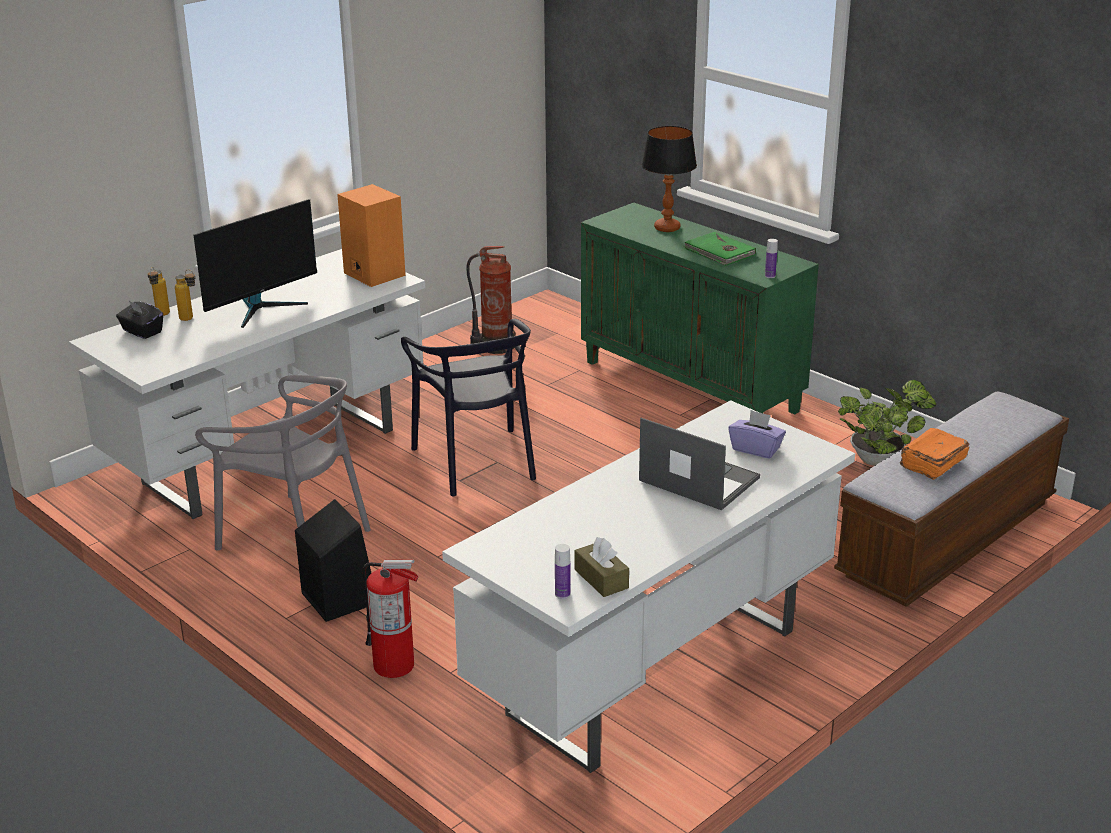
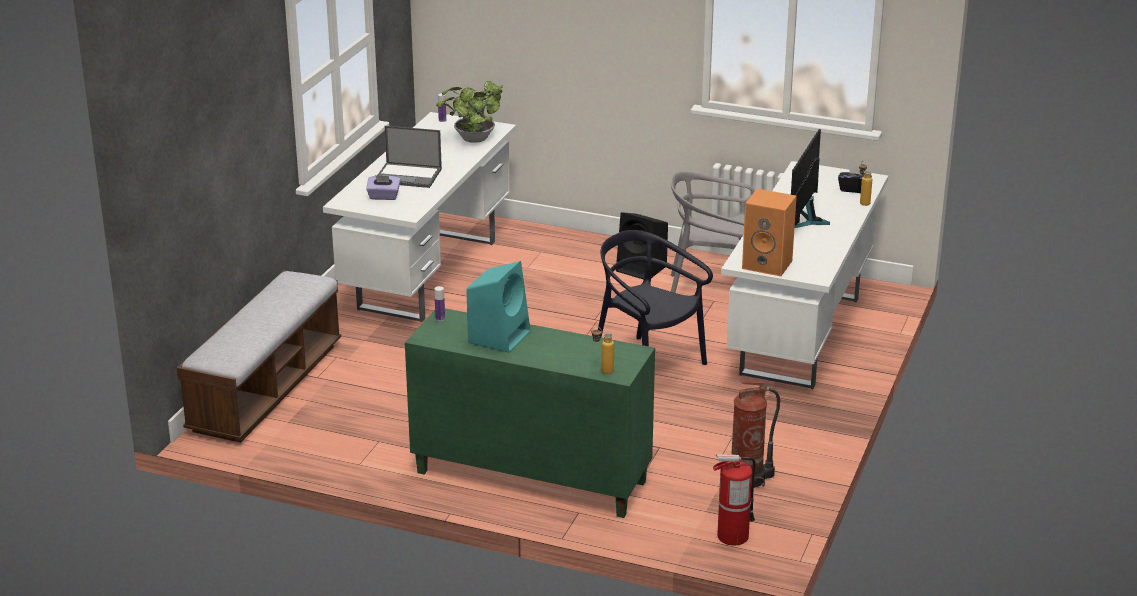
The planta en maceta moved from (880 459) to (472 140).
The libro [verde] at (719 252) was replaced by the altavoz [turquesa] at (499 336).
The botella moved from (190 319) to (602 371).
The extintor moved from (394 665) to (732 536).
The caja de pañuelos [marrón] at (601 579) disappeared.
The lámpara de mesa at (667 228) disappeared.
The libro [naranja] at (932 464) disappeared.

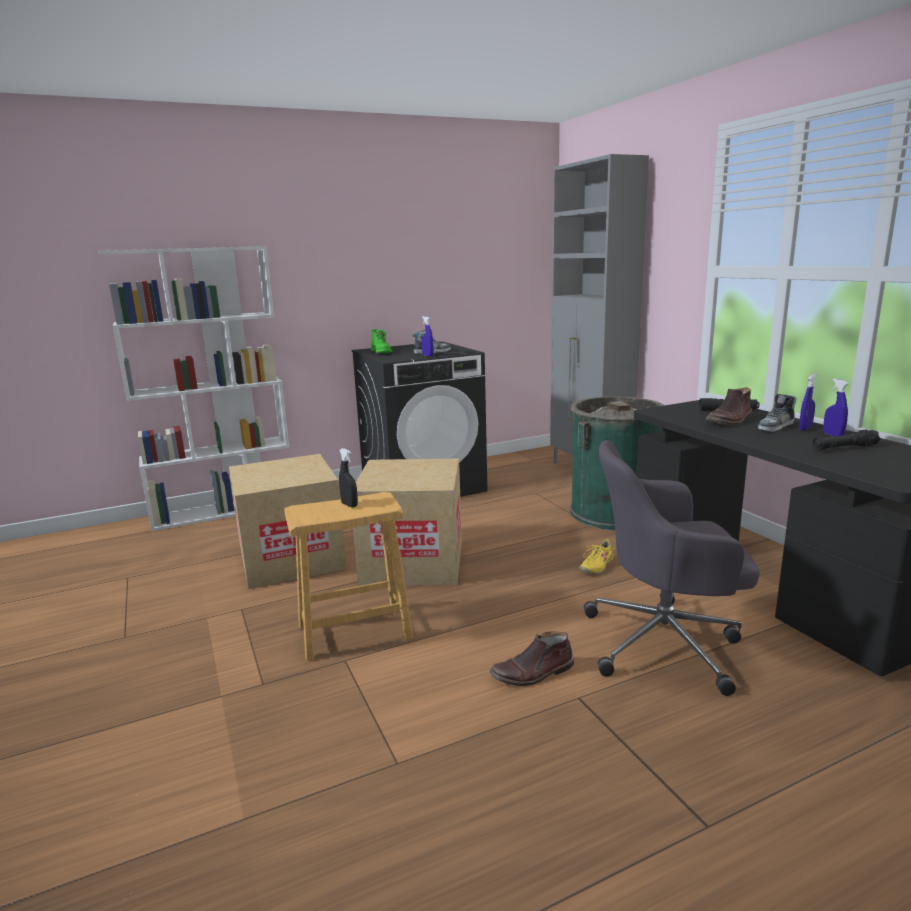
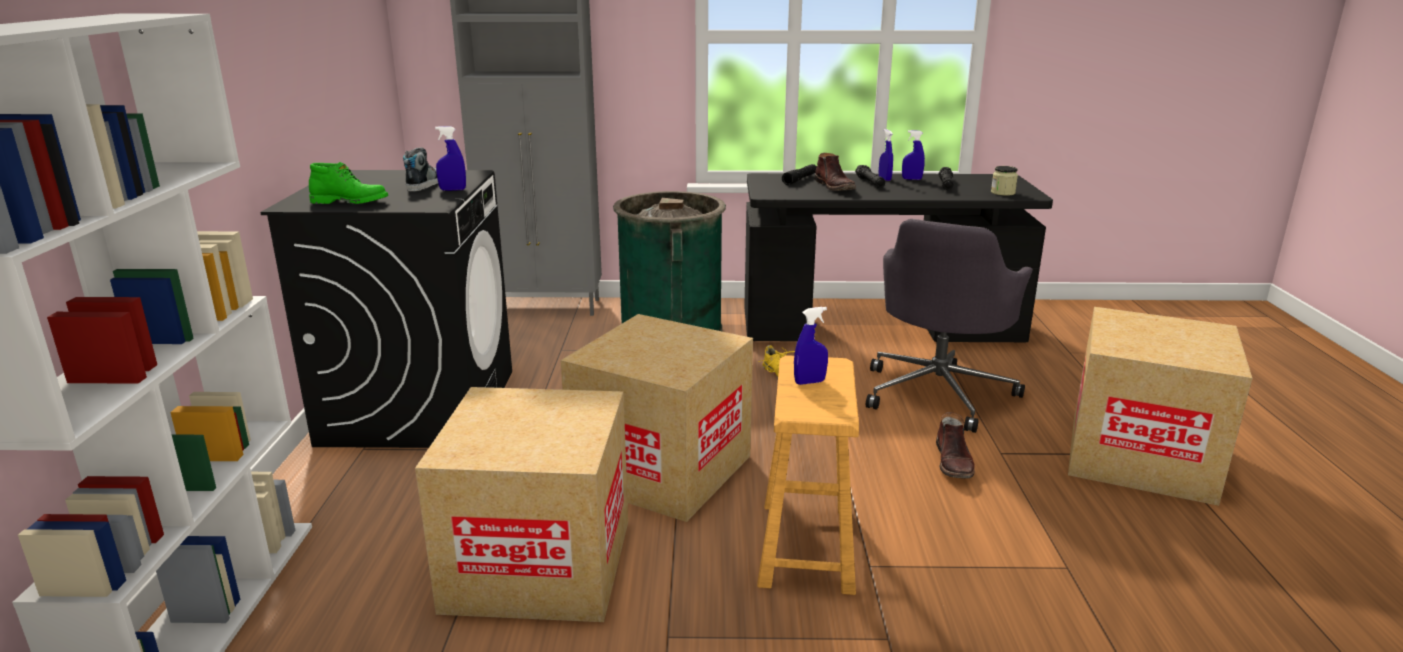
The pulverizador [negro] at (349 505) became the pulverizador [azul] at (809 382).
The zapato at (776 426) was replaced by the linterna [negro] at (870 182).
The tarro at (1003 193) appeared.
The caja de cartón at (1140 457) appeared.

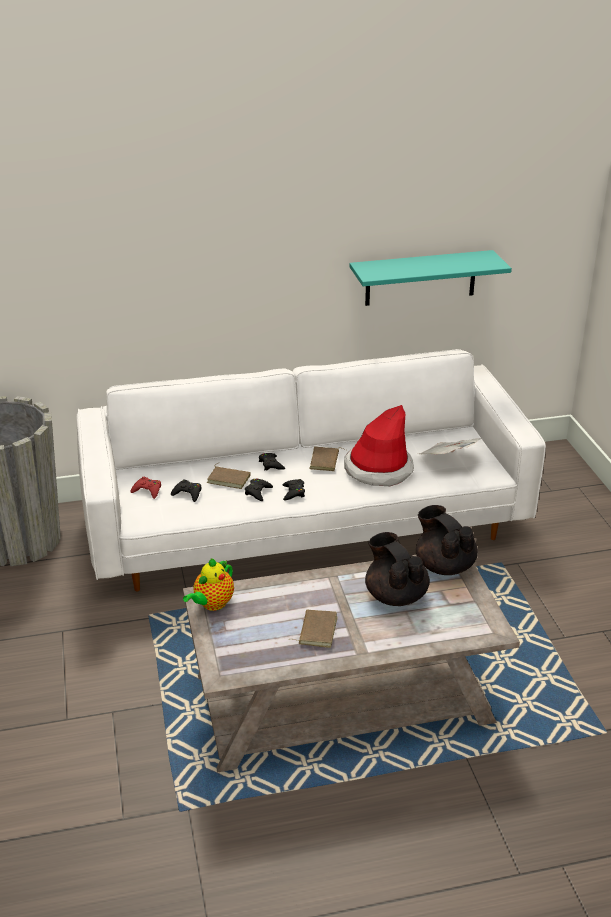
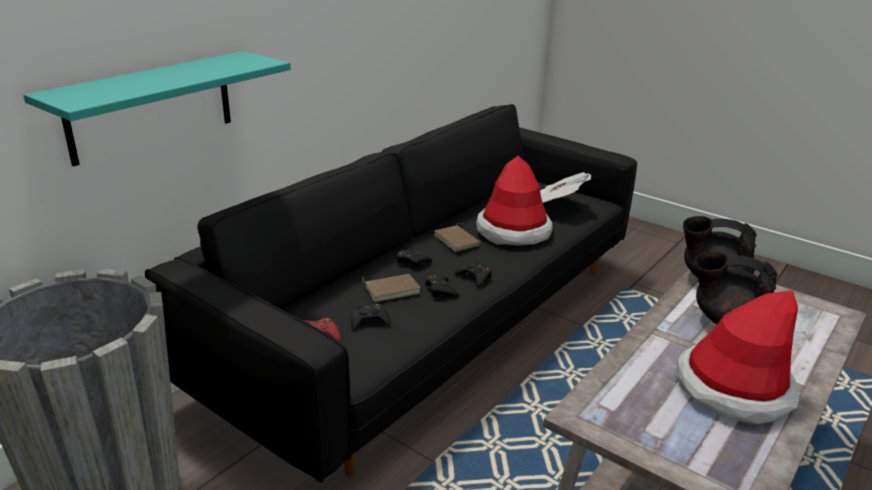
The estante [turquesa] moved from (420 278) to (151 106).
The sofá [blanco] at (305 523) became the sofá [negro] at (433 323).
The libro [marrón] at (316 630) was replaced by the sombrero at (733 389).
The tetera at (212 604) disappeared.

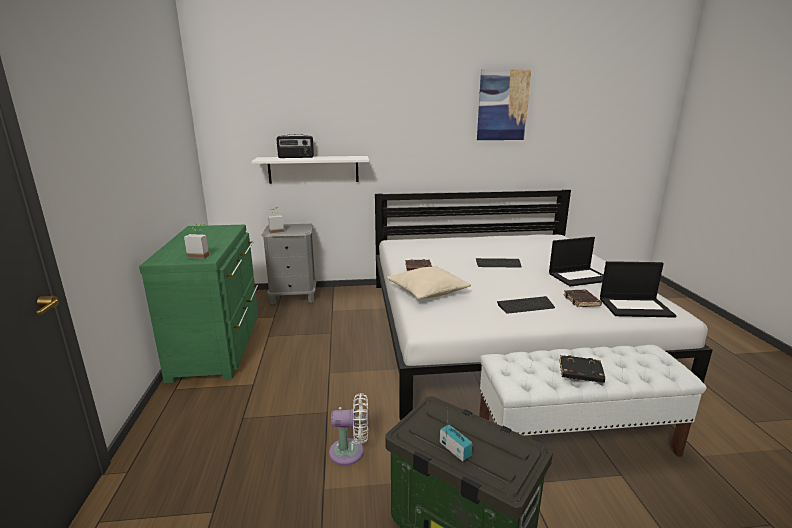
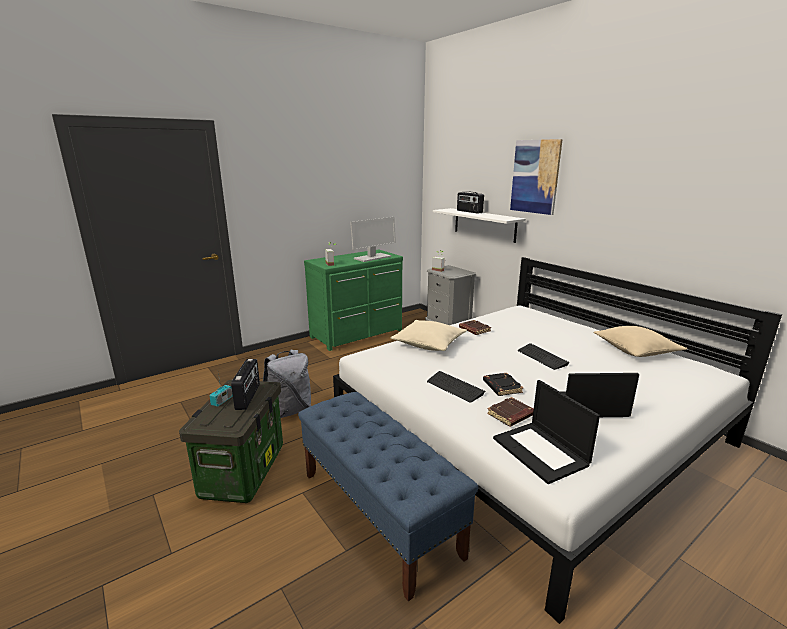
The radio at (248 396) appeared.
The ventilador [blanco] at (350 452) was replaced by the mochila [gris] at (290 410).
The banco [blanco] at (576 439) became the banco [azul] at (378 513).
The monitor at (372 258) appeared.
The libro [negro] moved from (580 372) to (501 387).
The cuadro moved from (503 105) to (535 176).
The portátil at (580 277) turned 135 degrees clockwise.
The cojín [beis] at (636 350) appeared.

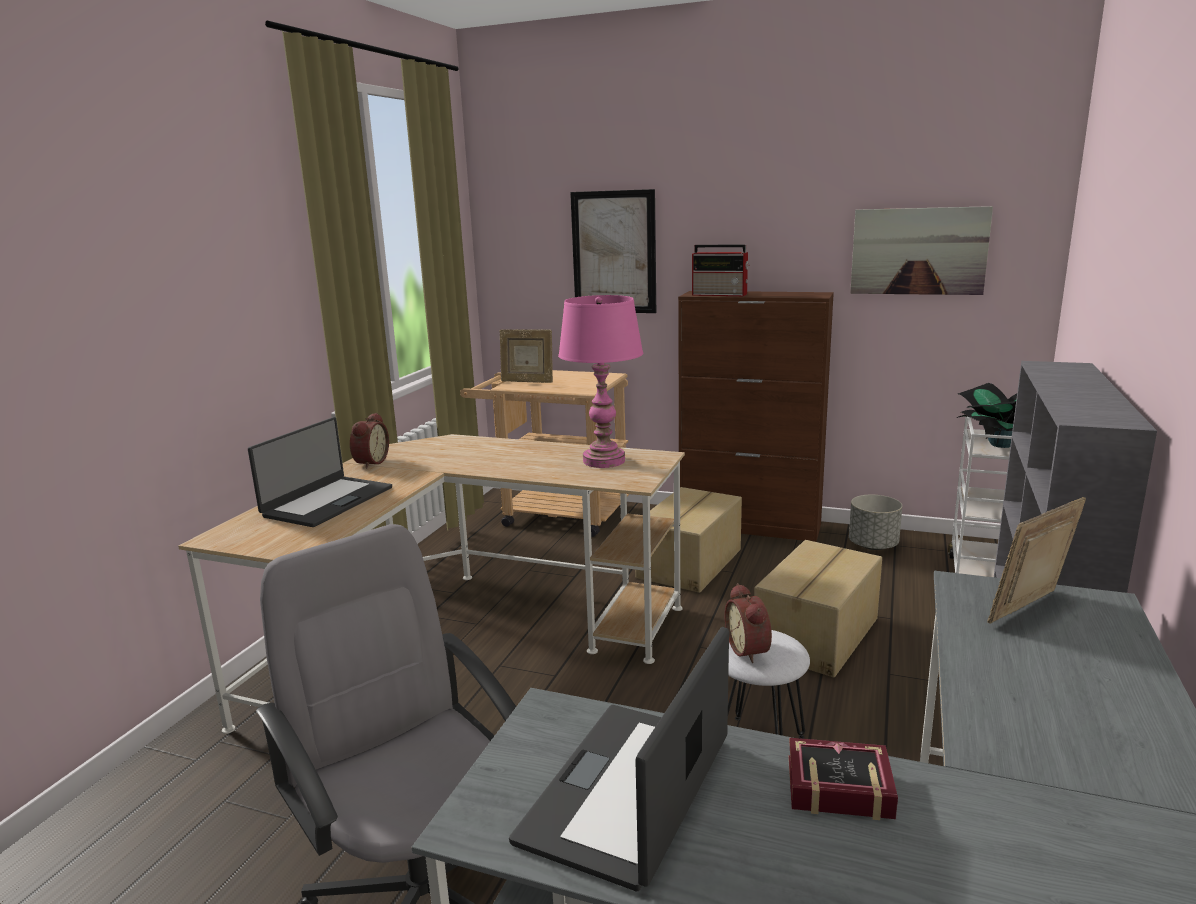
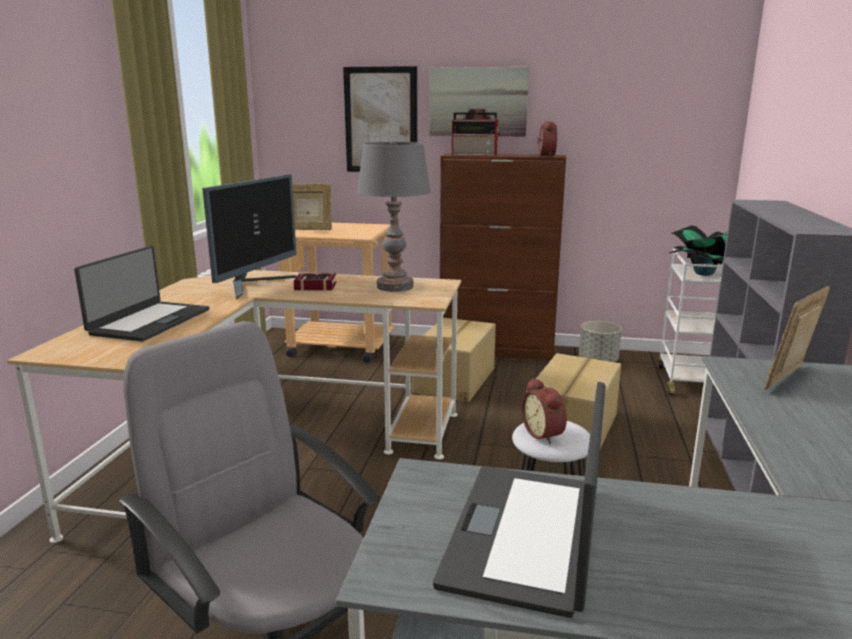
The monitor at (255 285) appeared.
The libro moved from (834 785) to (314 286).
The lámpara de mesa [rosa] at (604 461) became the lámpara de mesa [gris] at (395 286).
The cuadro moved from (918 251) to (478 102).
The despertador moved from (369 462) to (545 155).

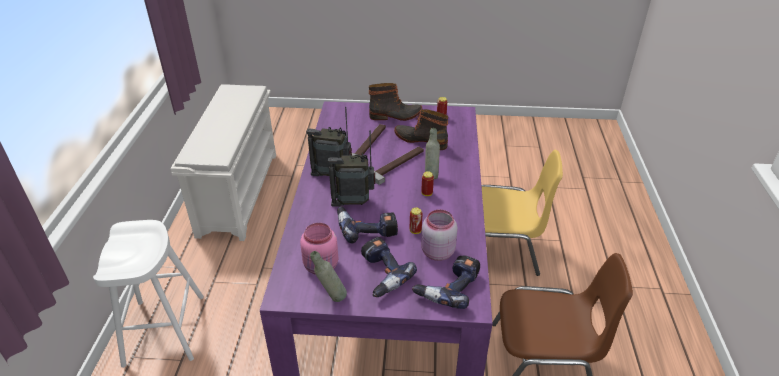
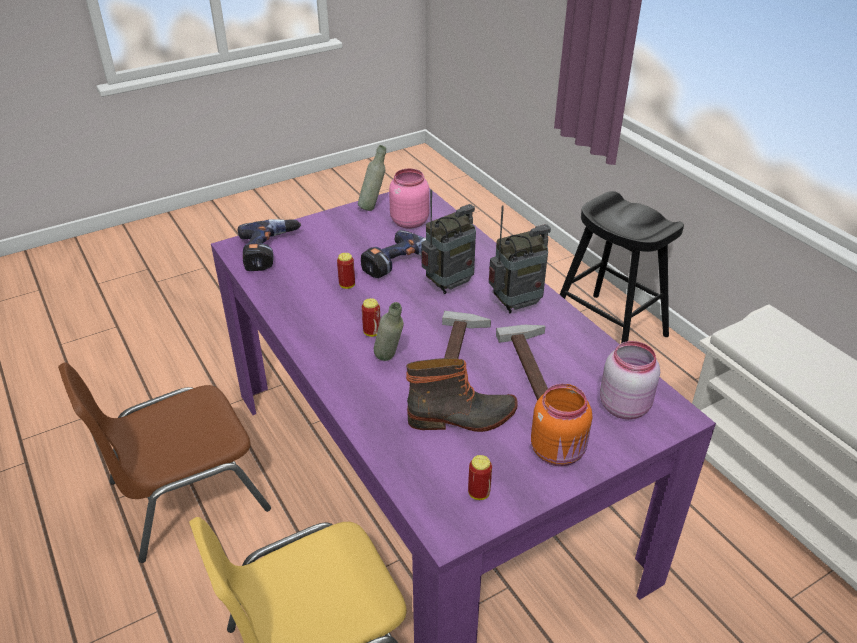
The bota at (395 116) was replaced by the tarro [naranja] at (559 451).
The taburete [blanco] at (164 329) became the taburete [negro] at (608 330).
The tarro [rosa] moved from (436 252) to (625 405).
The taladro at (381 274) disappeared.

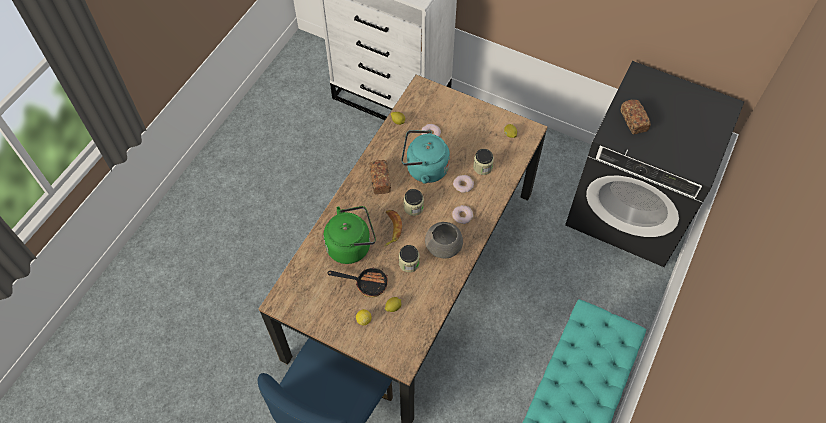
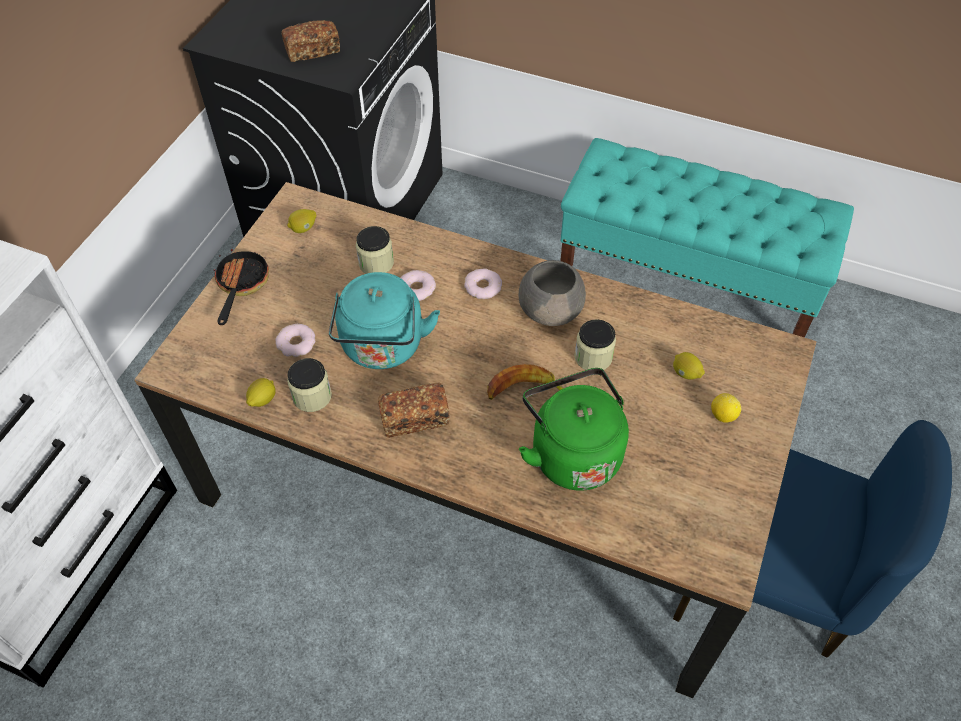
The sartén moved from (366 283) to (241 285).
The tarro moved from (413 207) to (312 396).

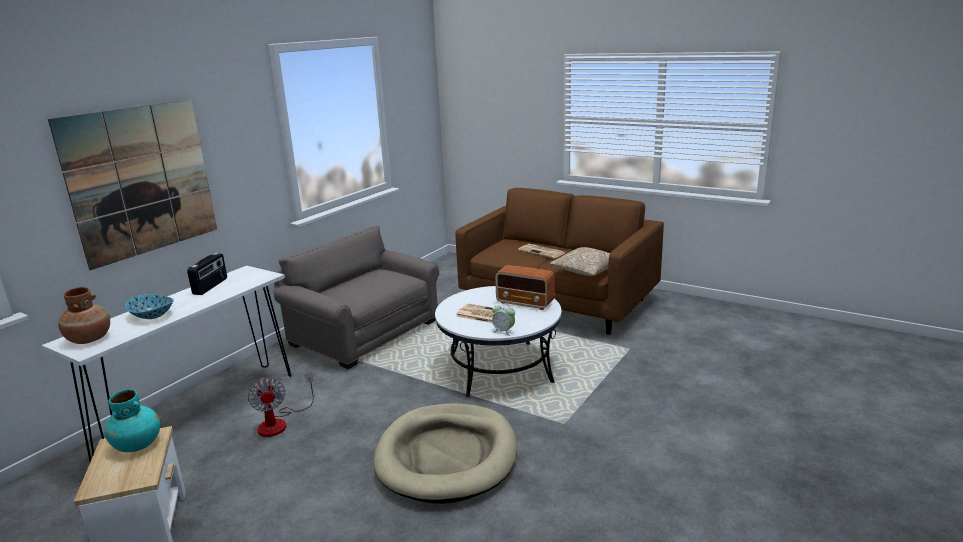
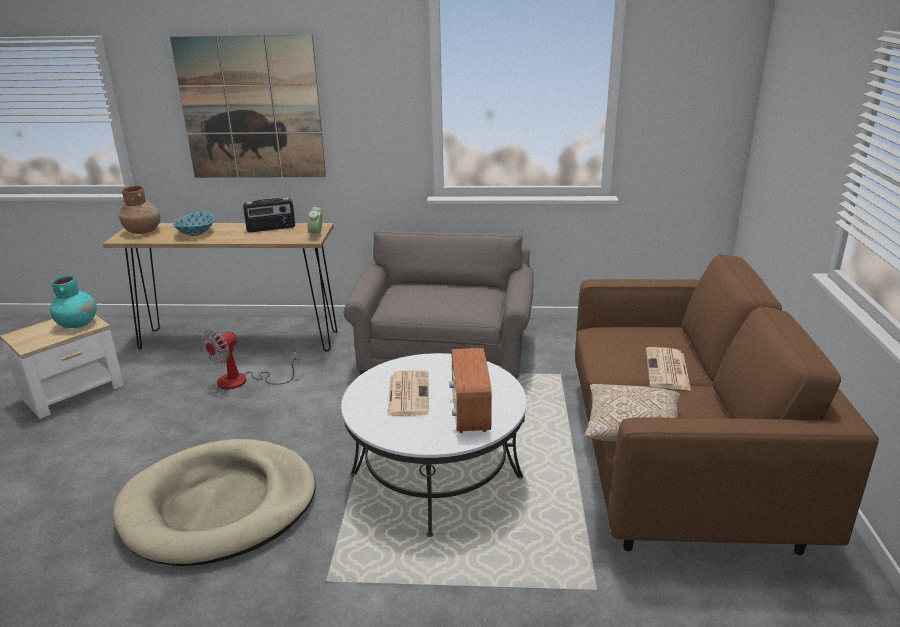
The mesa consola [blanco] at (201 415) became the mesa consola [marrón] at (239 340).
The despertador moved from (504 331) to (316 235).

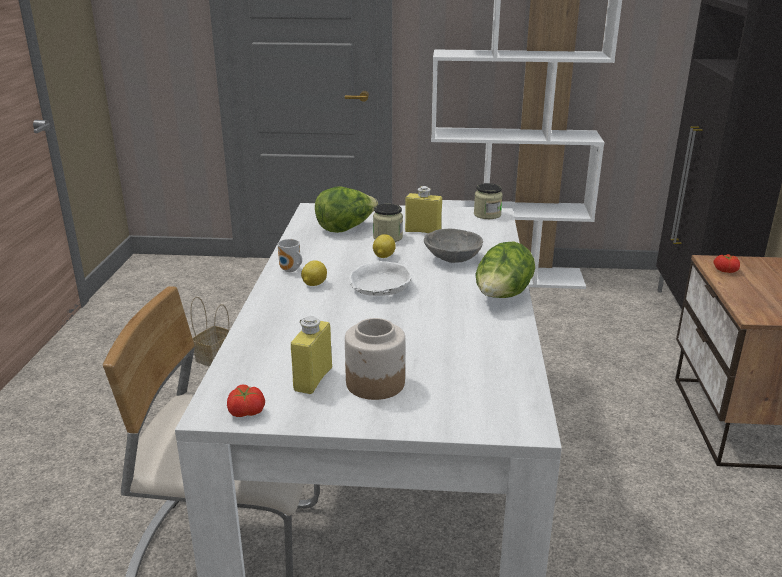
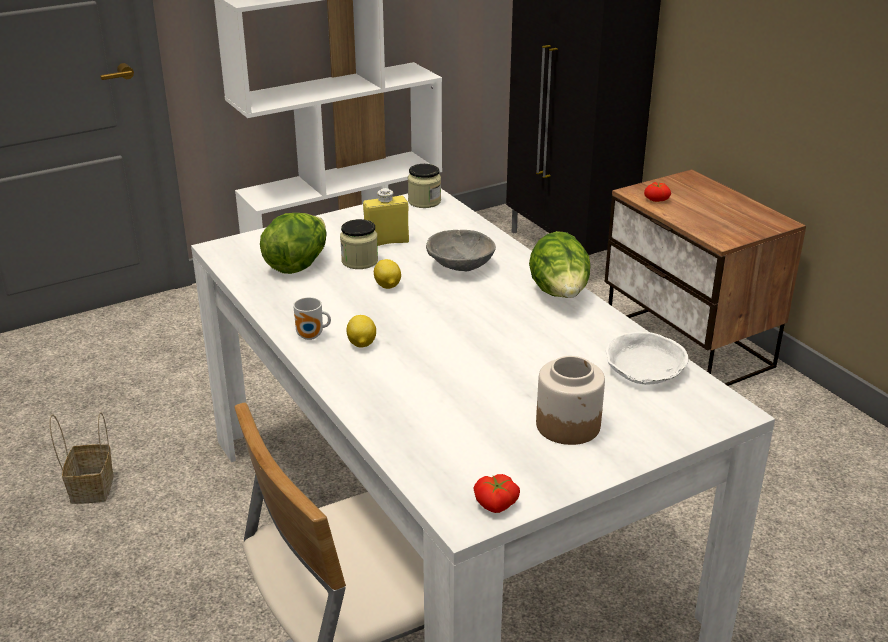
The cuenco [blanco] moved from (379 287) to (644 369).
The botella [amarillo] at (313 379) disappeared.

